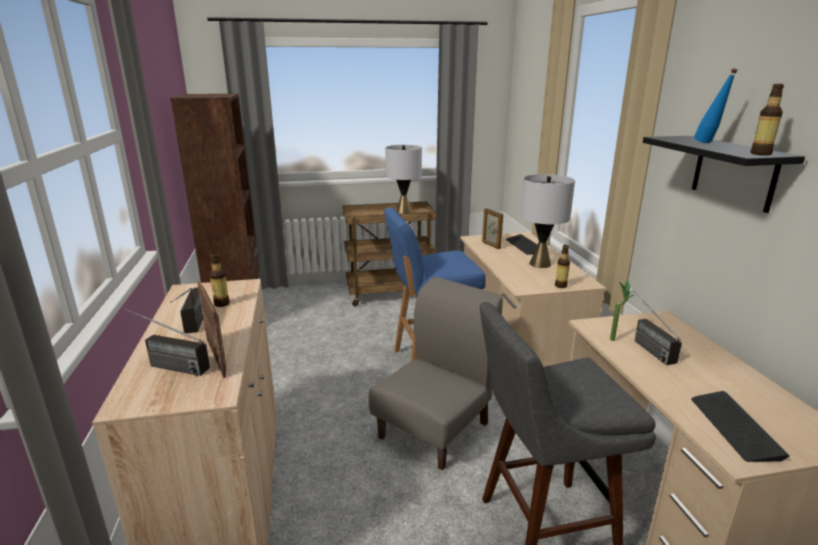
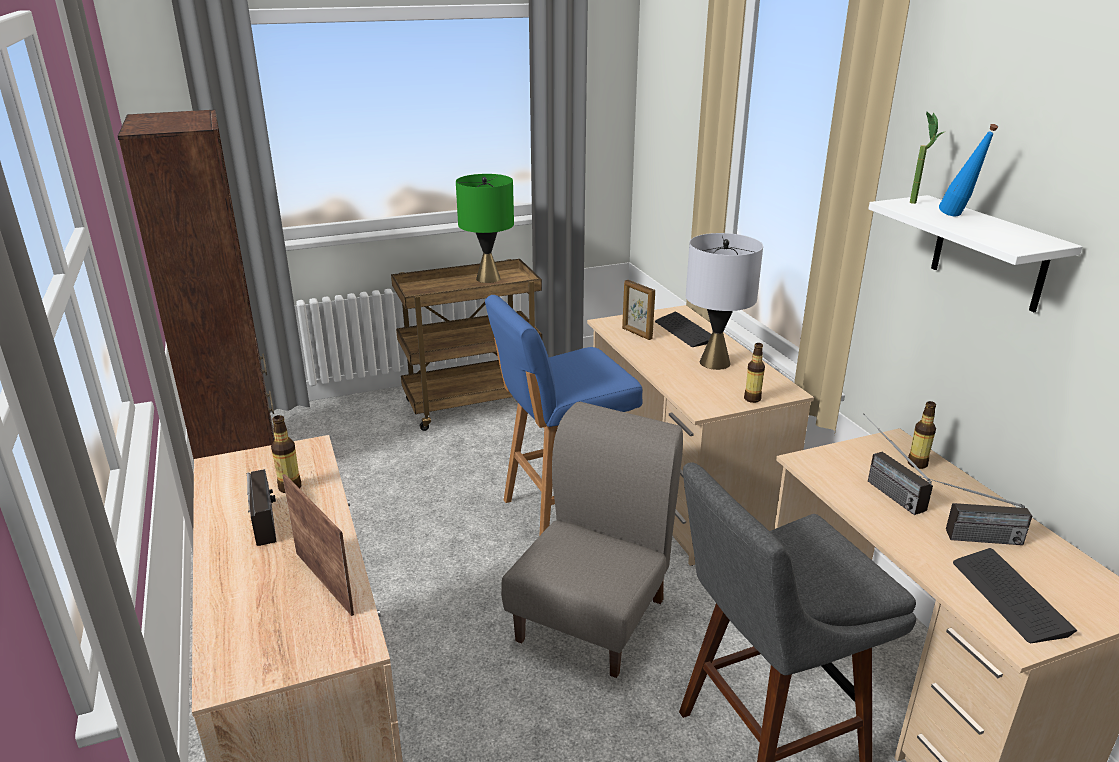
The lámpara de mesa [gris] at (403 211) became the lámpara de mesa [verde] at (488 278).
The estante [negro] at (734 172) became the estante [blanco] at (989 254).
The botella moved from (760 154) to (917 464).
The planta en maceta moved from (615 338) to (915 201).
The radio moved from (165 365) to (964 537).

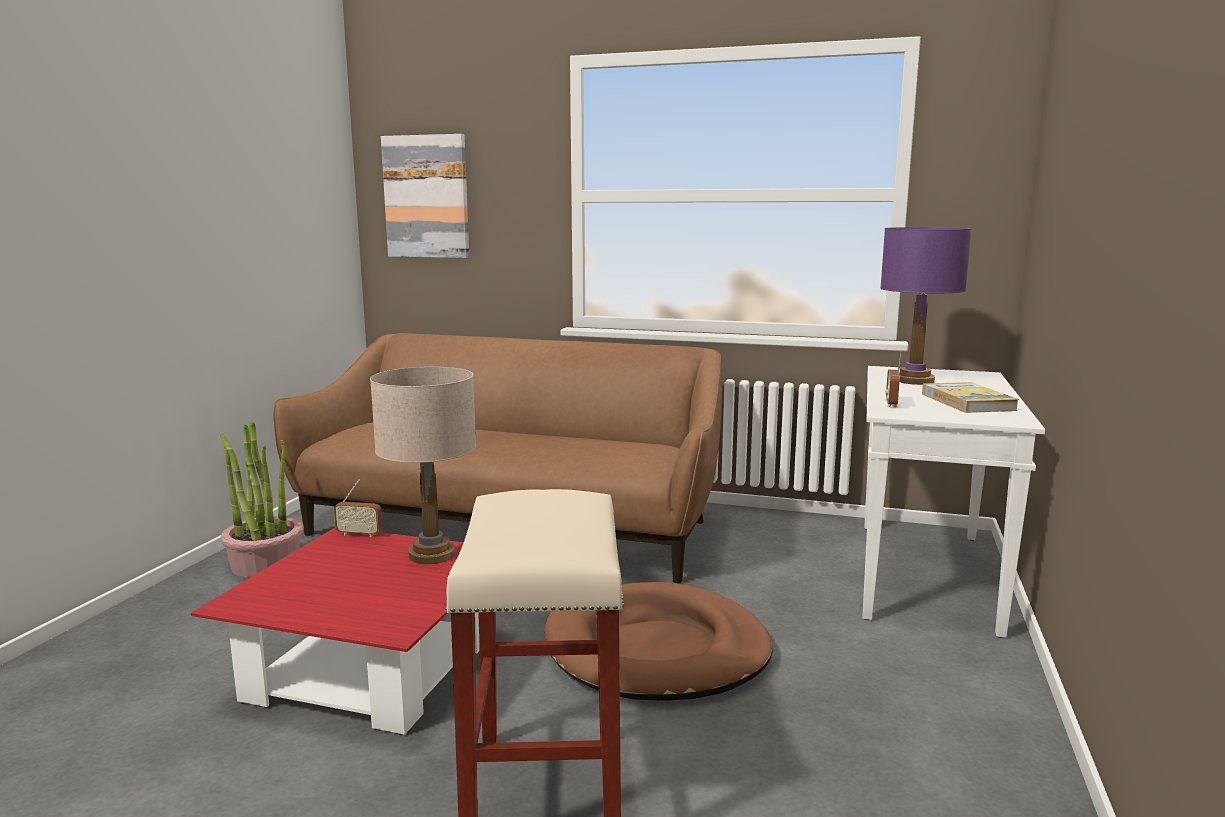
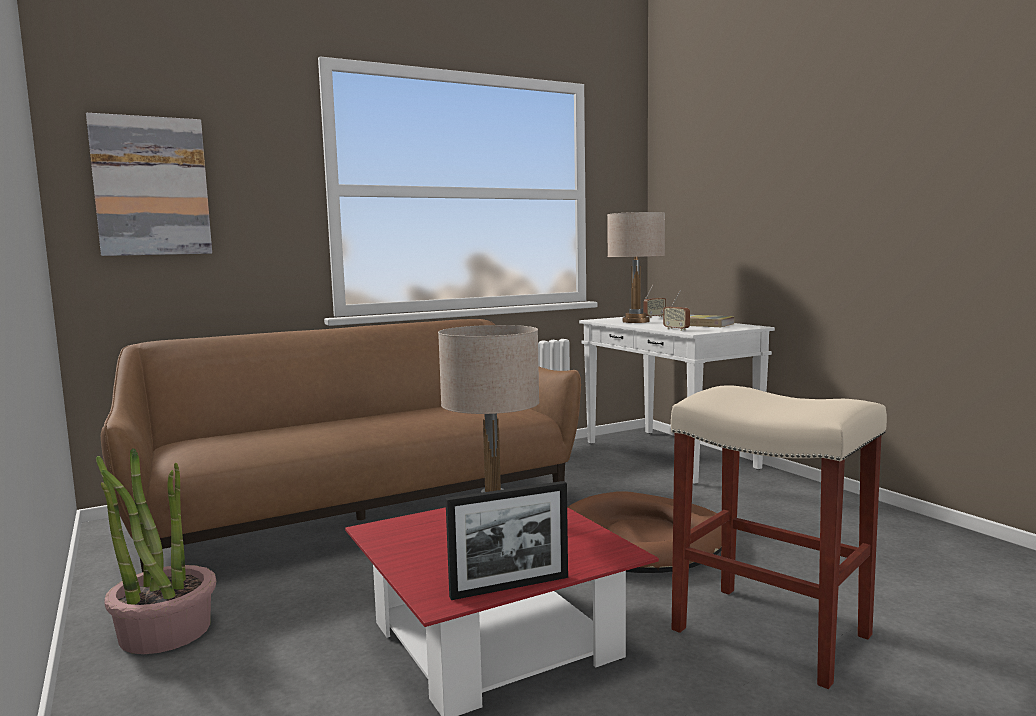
The portarretratos at (510 587) appeared.
The lámpara de mesa [morado] at (914 380) became the lámpara de mesa [beis] at (635 321).
The radio moved from (359 534) to (654 317).

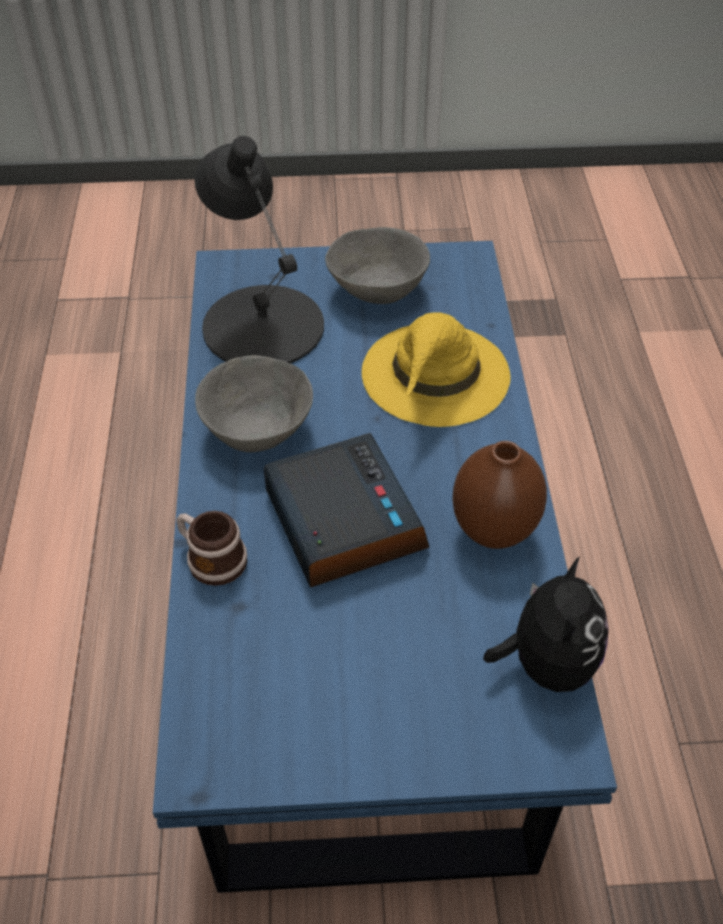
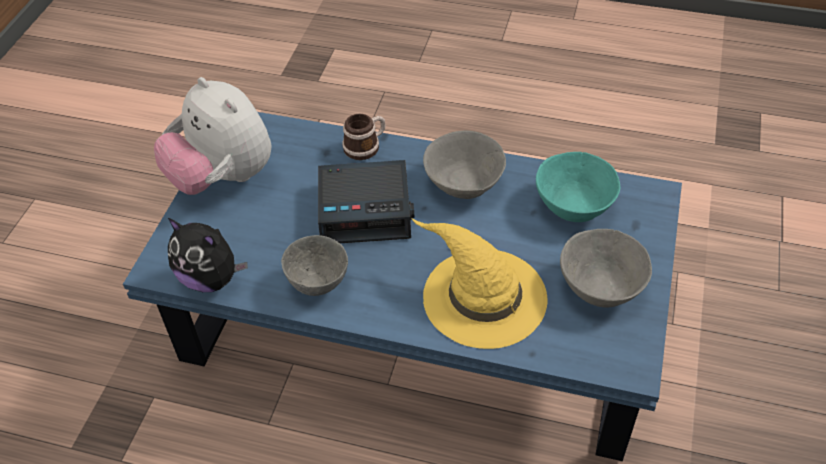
The peluche at (223 178) appeared.
The florero [marrón] at (492 532) was replaced by the cuenco [gris] at (319 283).
The lámpara de mesa [negro] at (263 325) was replaced by the cuenco [turquesa] at (575 206).

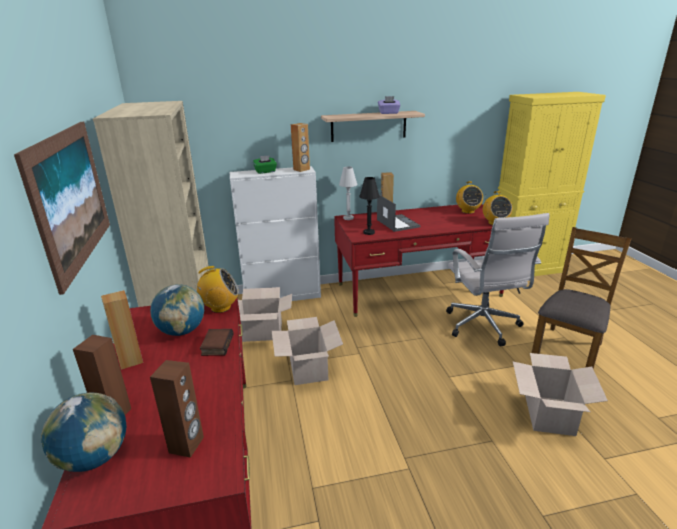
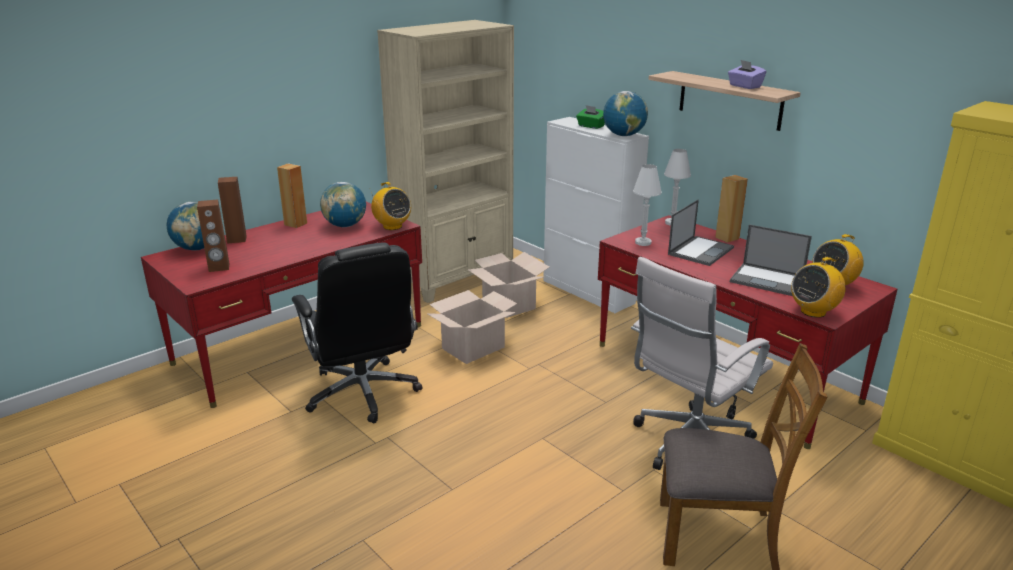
The silla de oficina [negro] at (363 393) appeared.
The altavoz [marrón] at (301 169) was replaced by the globo terráqueo at (624 135).
The lámpara de mesa [negro] at (369 232) became the lámpara de mesa [blanco] at (643 242).
The portátil at (768 280) appeared.
The cuadro at (71 198) disappeared.
The libro at (216 345) disappeared.
The caja de cartón at (549 415) disappeared.

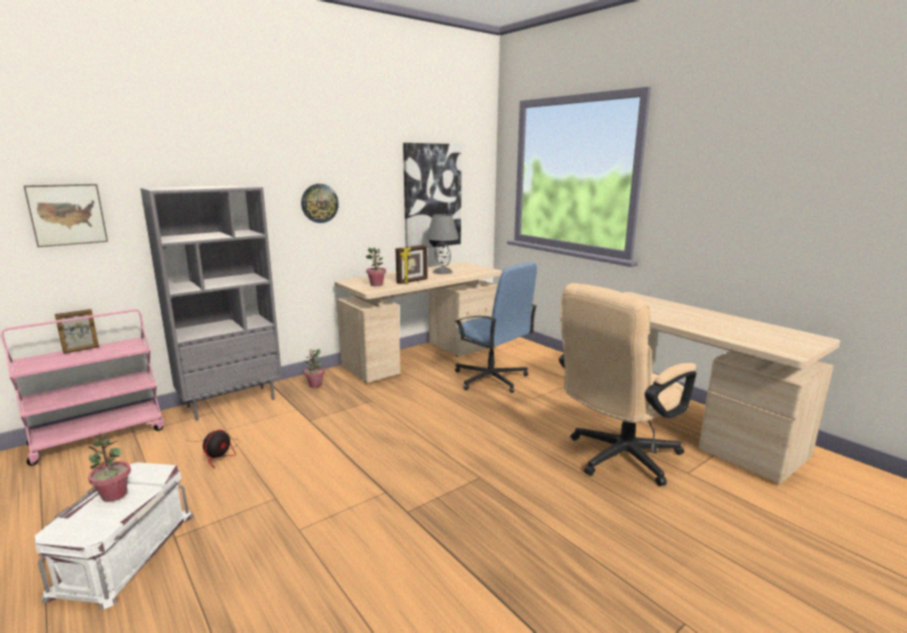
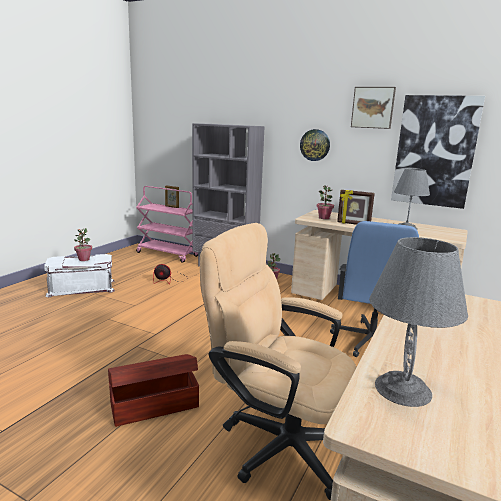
The caja de almacenaje [marrón] at (153 404) appeared.
The cuadro moved from (67 214) to (373 107).
The lámpara de mesa [gris] at (402 388) appeared.

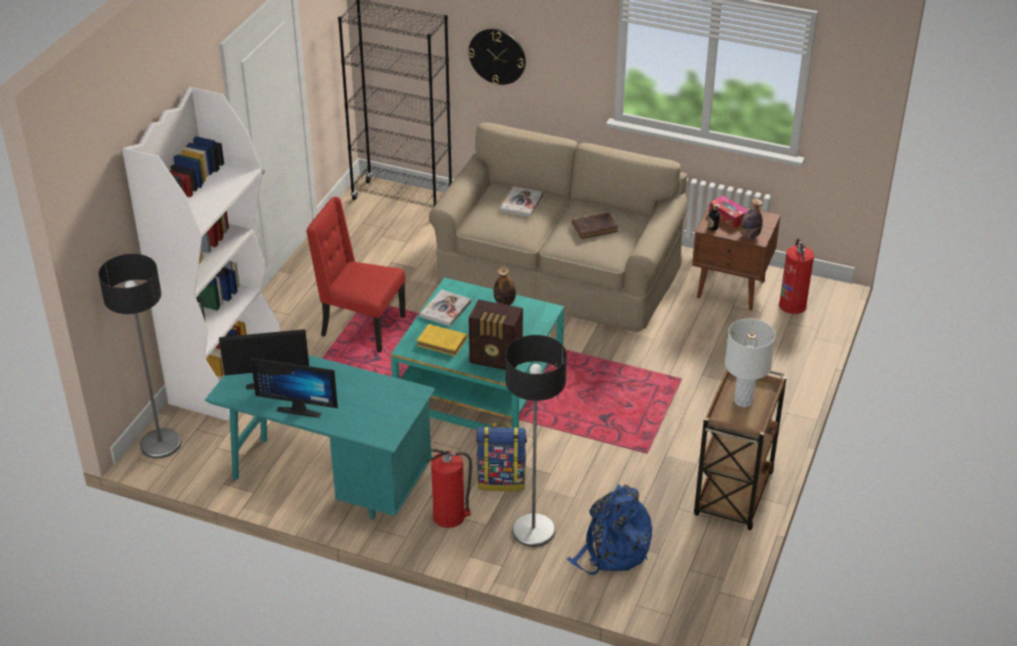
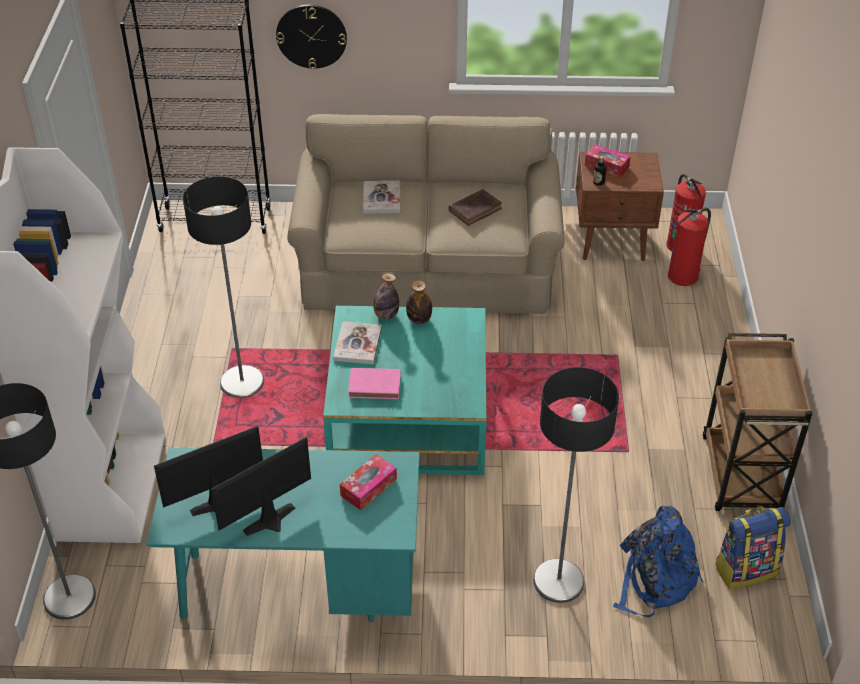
The silla [rojo] at (361 327) was replaced by the lámpara de pie at (242 382).
The monitor at (300 408) turned 150 degrees clockwise.
The caja de pañuelos at (368 487) appeared.
The libro [amarillo] at (443 342) became the libro [rosa] at (376 386).
The botella moved from (749 236) to (386 315).
The extintor moved from (450 516) to (683 276).
The mochila moved from (502 480) to (745 568).
The radio at (496 359) disappeared.
The lámpara de mesa [blanco] at (743 400) disappeared.

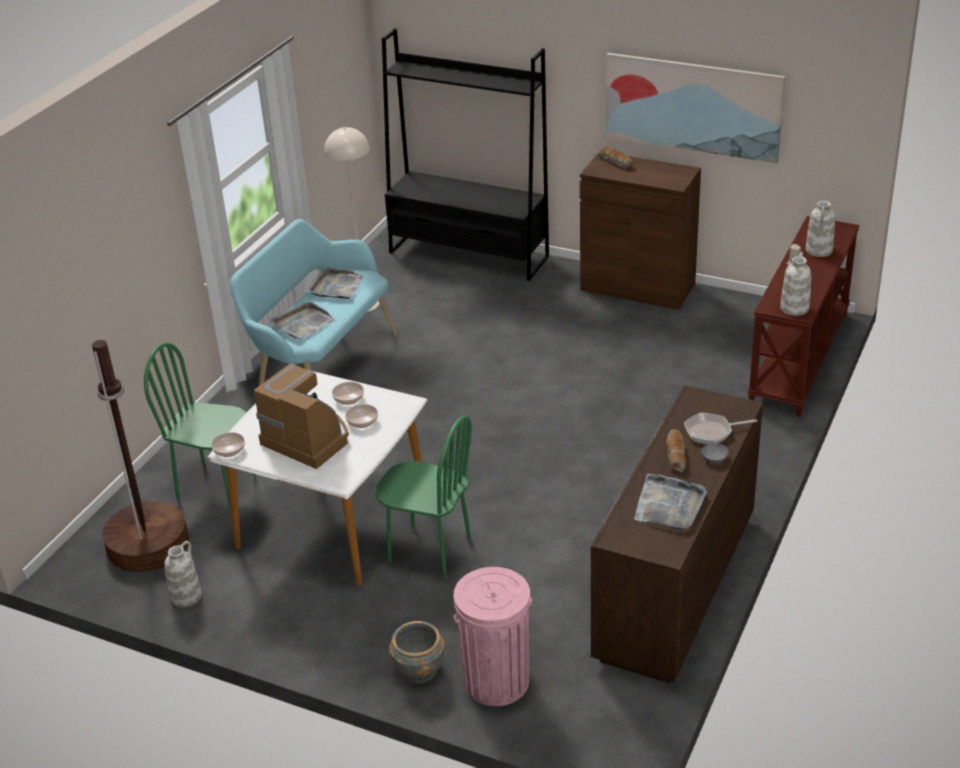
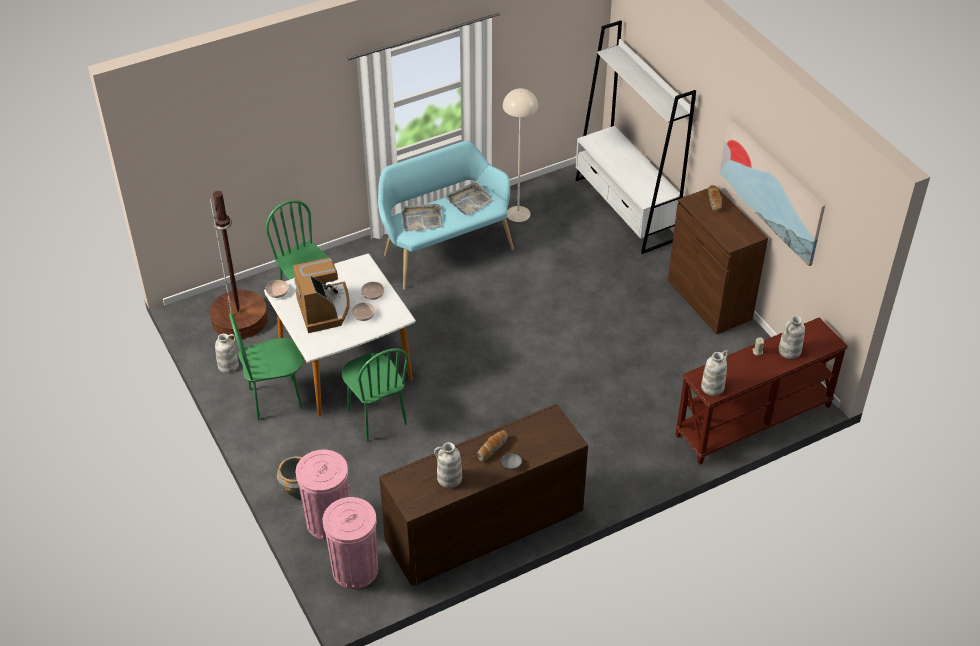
The silla [verde] at (275 399) appeared.
The papelera [rosa] at (355 569) appeared.
The bandeja [gris] at (669 505) was replaced by the florero [blanco] at (449 479).
The estantería [negro] at (468 255) became the estantería [blanco] at (625 210).
The sartén at (711 432) disappeared.

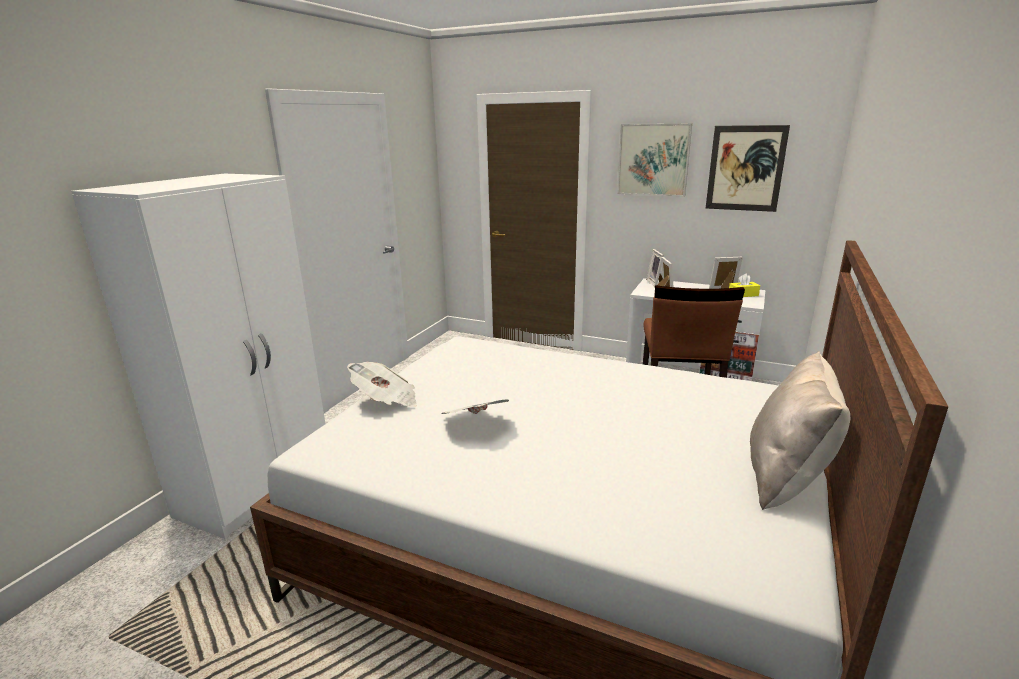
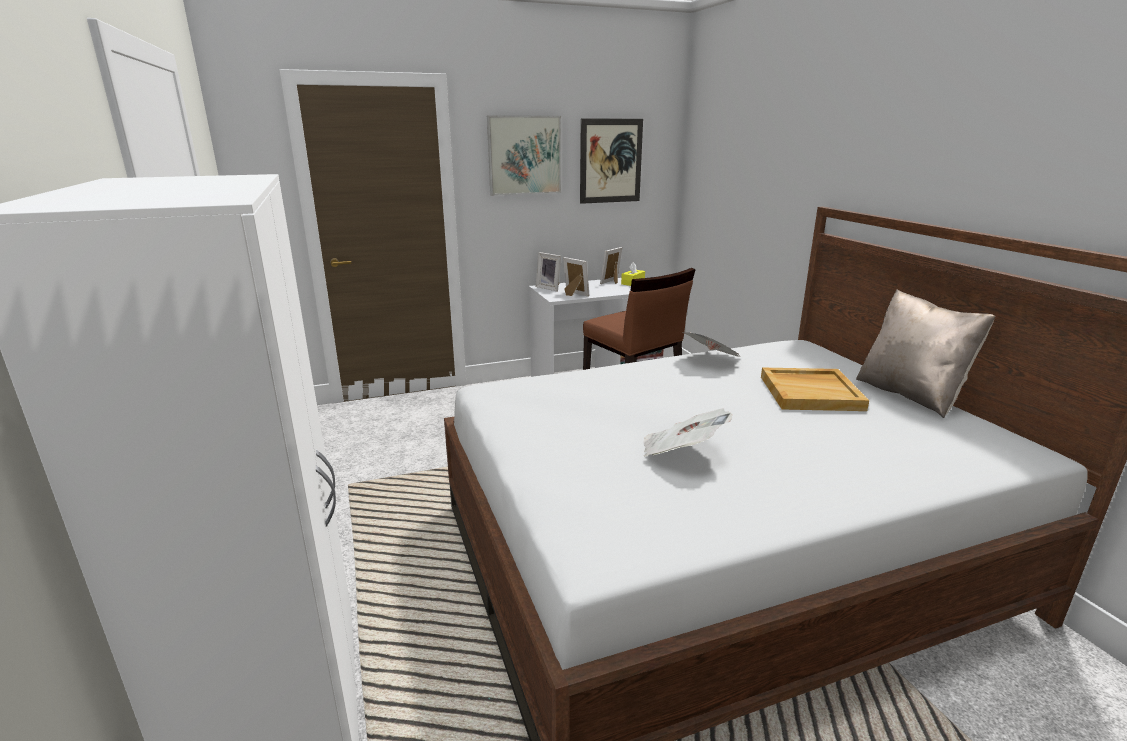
The periódico moved from (386 400) to (712 360).
The bandeja [beis] at (811 392) appeared.

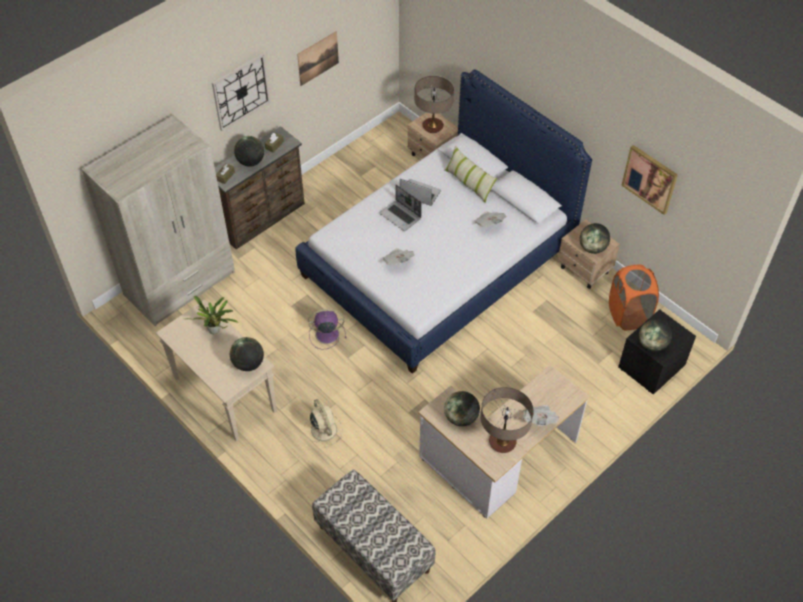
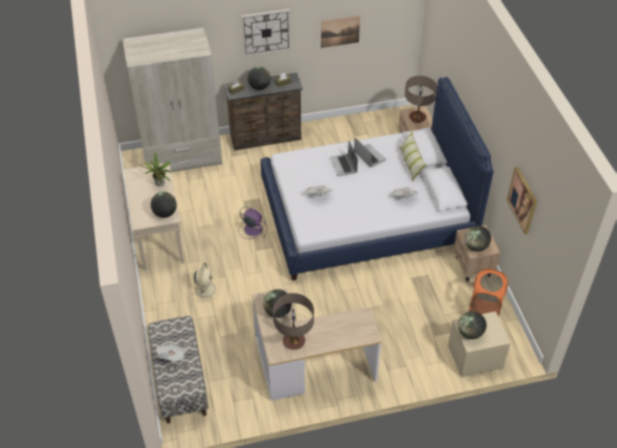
The periódico moved from (540 420) to (173 357).
The mesita de noche [negro] at (651 367) became the mesita de noche [beis] at (474 357).

